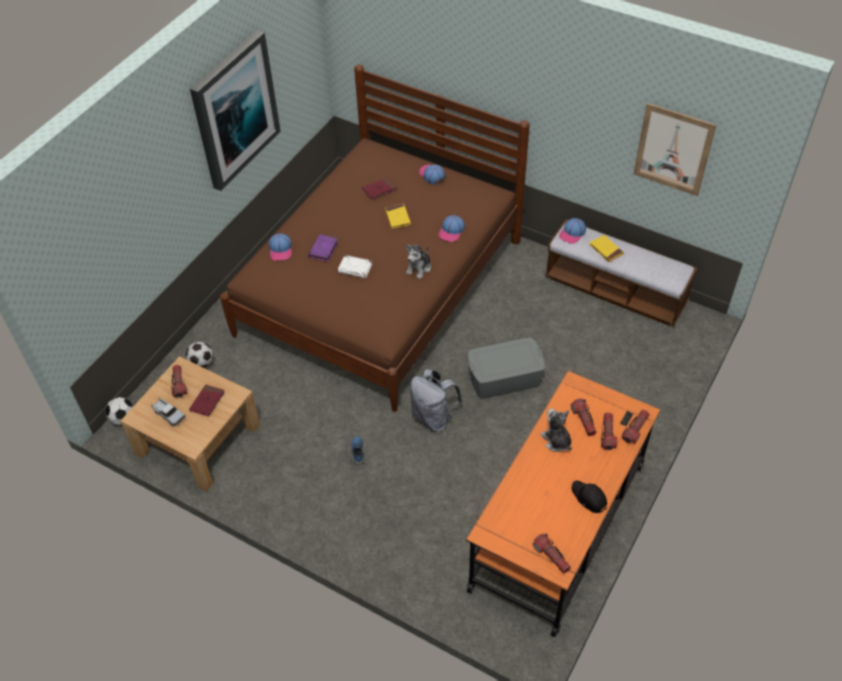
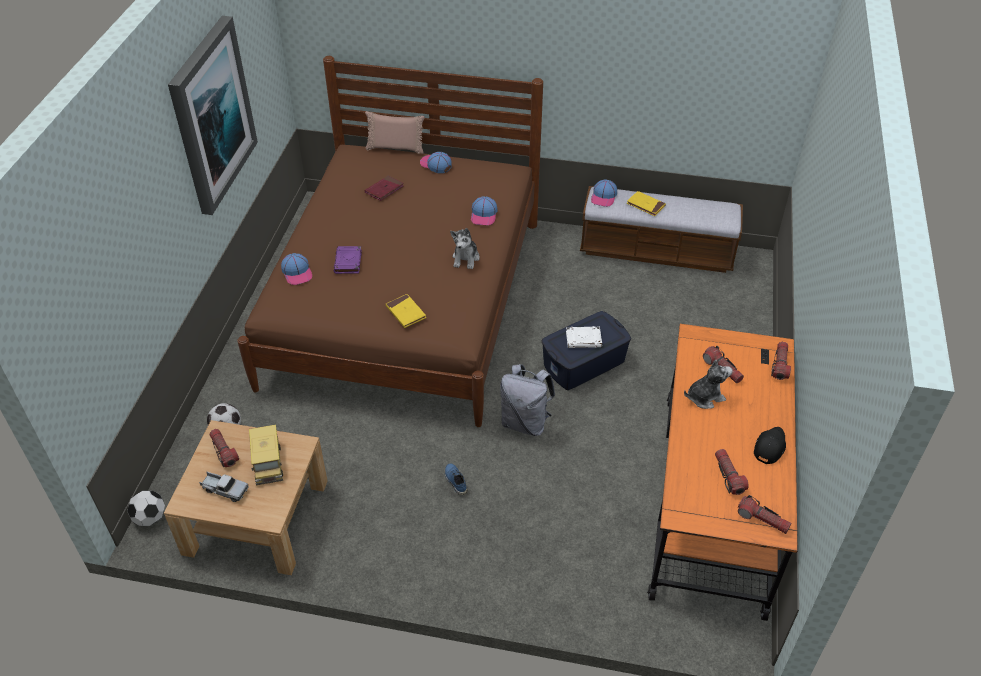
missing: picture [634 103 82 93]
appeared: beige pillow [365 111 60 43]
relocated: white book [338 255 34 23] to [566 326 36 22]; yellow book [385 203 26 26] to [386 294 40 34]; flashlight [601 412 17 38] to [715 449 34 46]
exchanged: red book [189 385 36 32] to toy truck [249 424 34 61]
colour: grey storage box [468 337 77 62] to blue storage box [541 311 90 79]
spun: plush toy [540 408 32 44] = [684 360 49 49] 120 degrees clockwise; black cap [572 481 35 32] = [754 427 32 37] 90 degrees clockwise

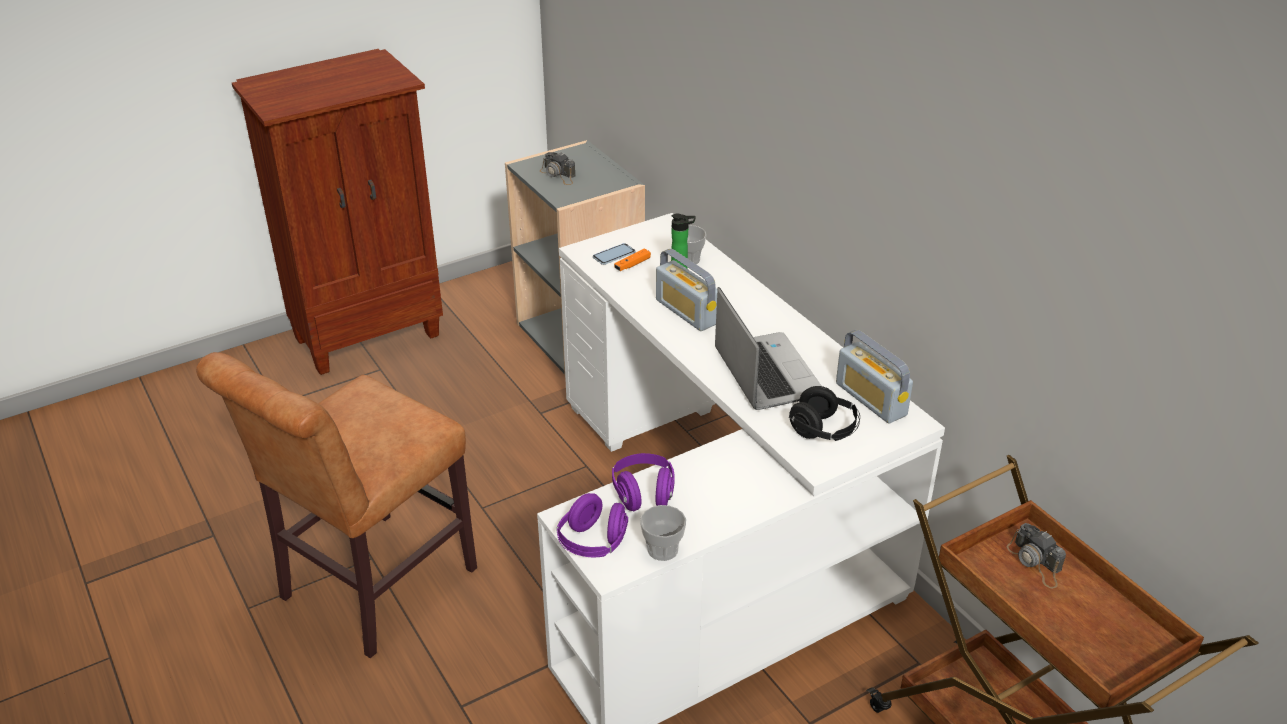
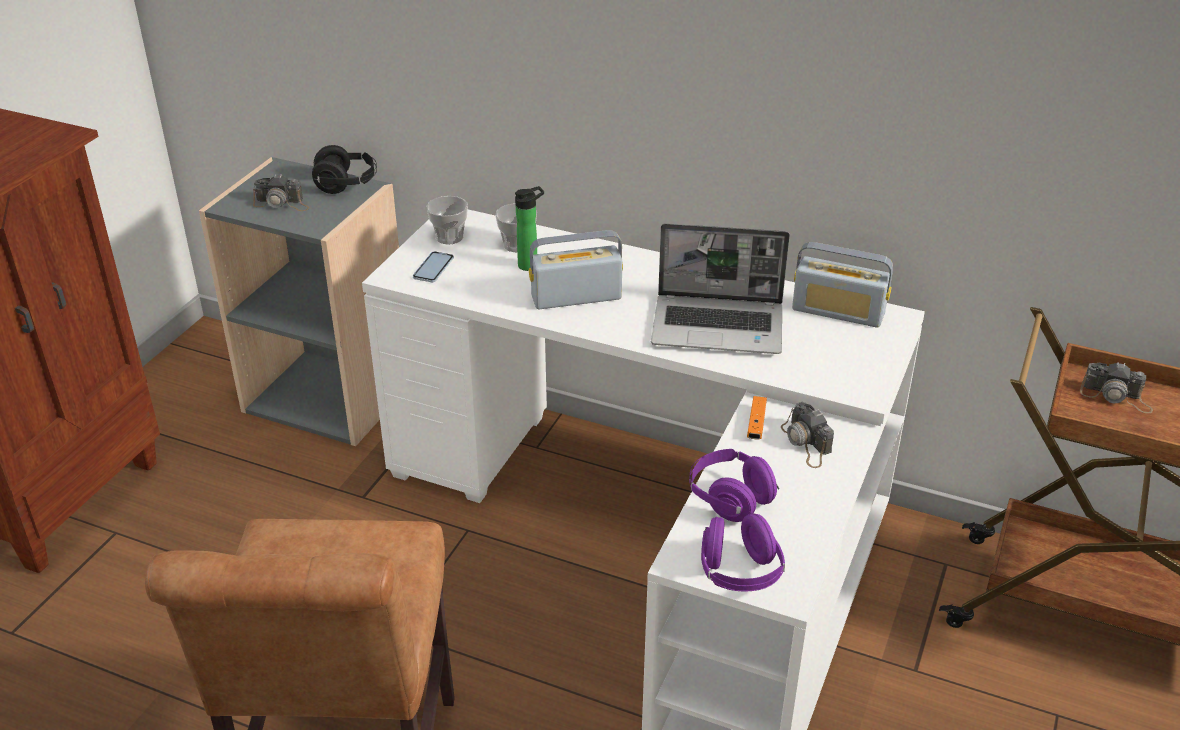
appeared: photo camera [781 402 53 66]
relocated: orange game controller [614 249 37 22] to [747 396 20 44]; cup [640 505 46 56] to [427 196 41 49]; black headphones [789 386 71 55] to [312 145 65 49]
spun: radio [656 249 62 82] = [529 230 94 79] 150 degrees clockwise; laptop [715 287 106 123] = [651 223 139 131] 150 degrees clockwise

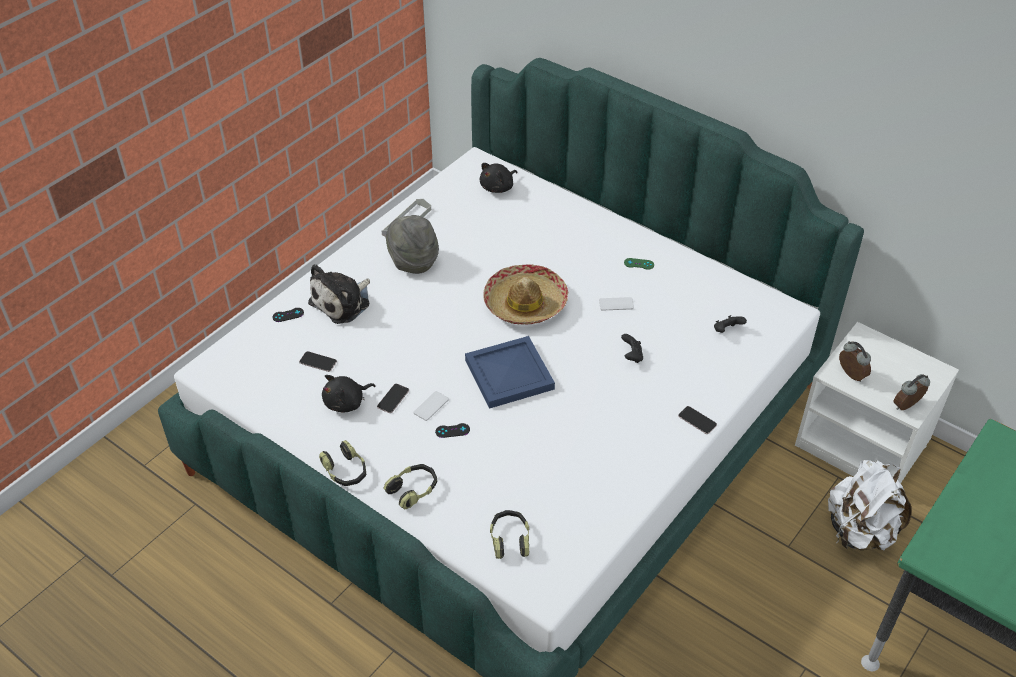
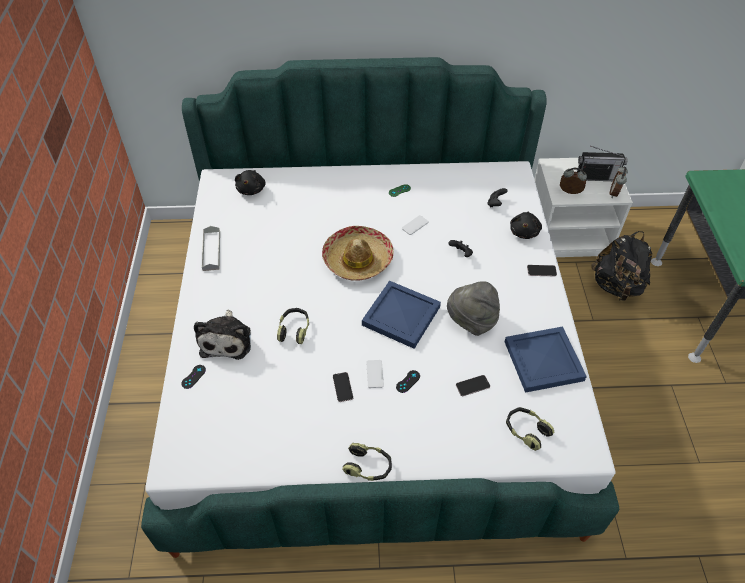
appeared: blue tray [505 326 82 67]; radio [577 146 50 35]
relocated: phone [299 351 38 21] to [456 375 34 21]; black plush toy [322 375 53 38] to [510 211 32 28]; headphones [383 464 54 46] to [277 308 32 36]; grey hat [386 215 53 59] to [447 281 53 55]
colour: white backpack [828 460 84 90] to black backpack [591 231 62 70]

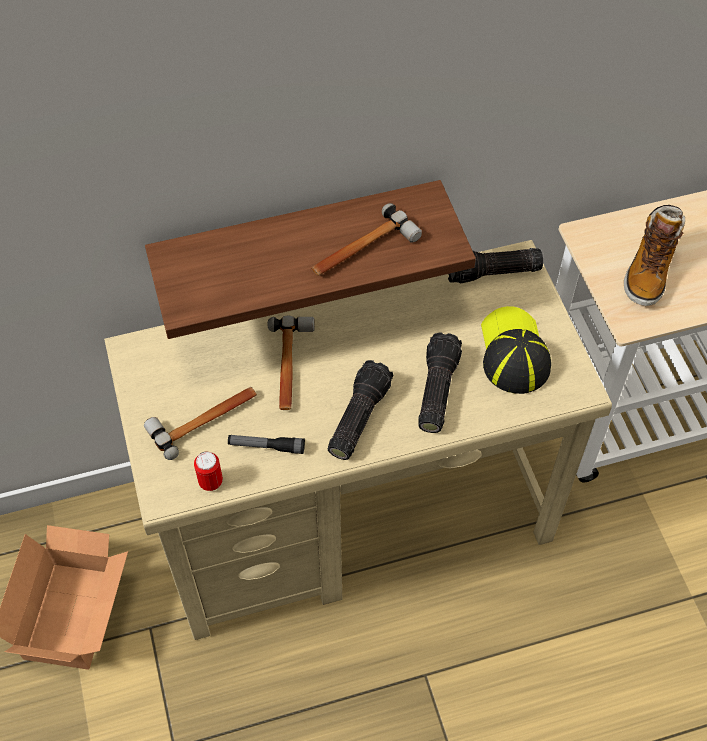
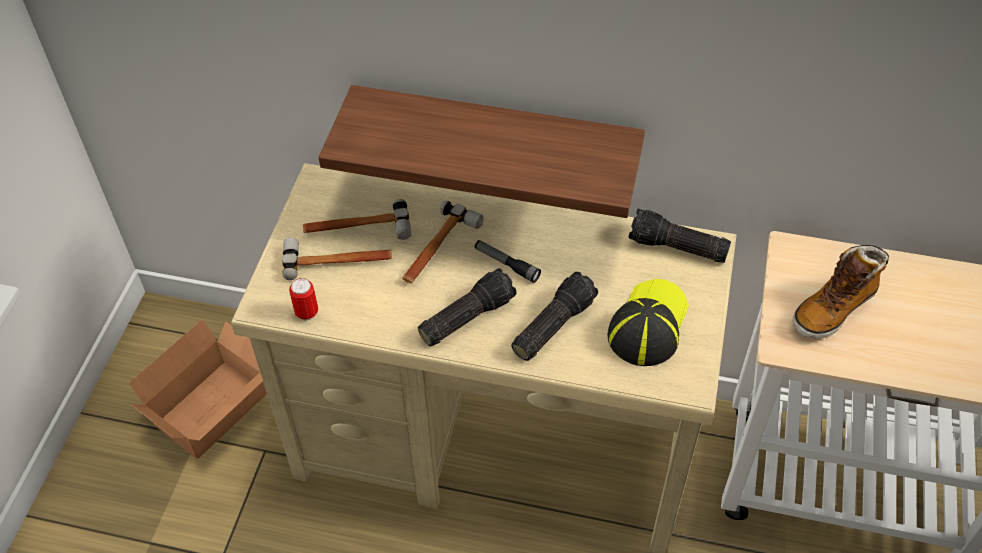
relocated: flashlight [228 435 77 19] to [475 240 66 43]; hammer [311 203 111 73] to [303 199 108 41]

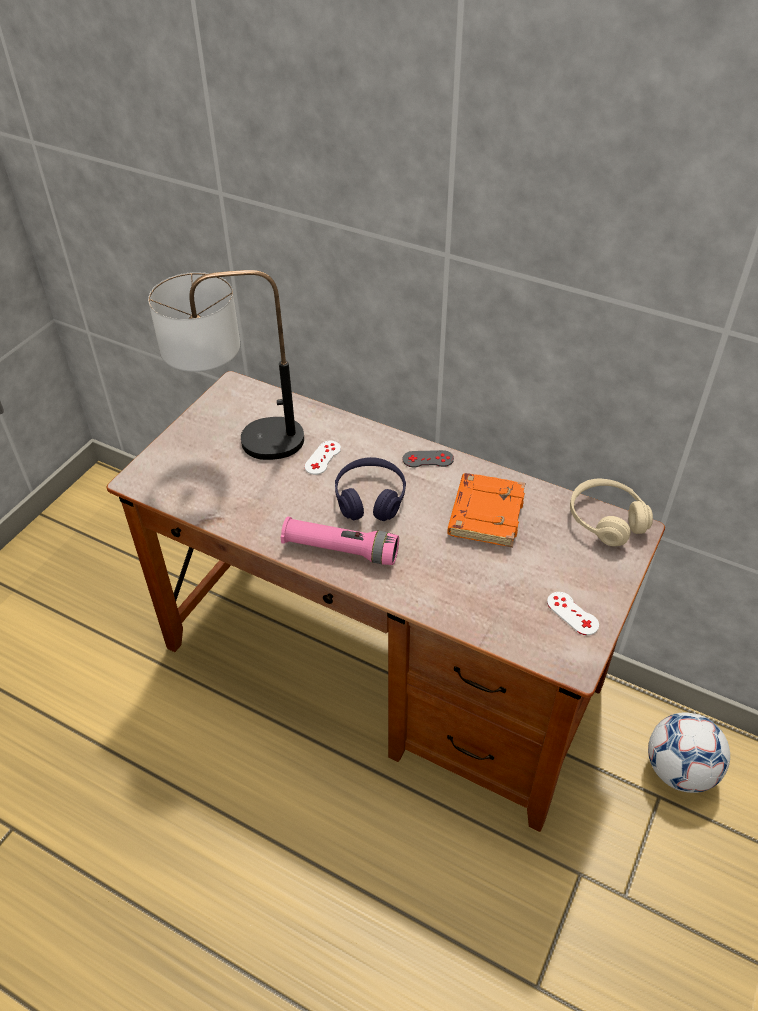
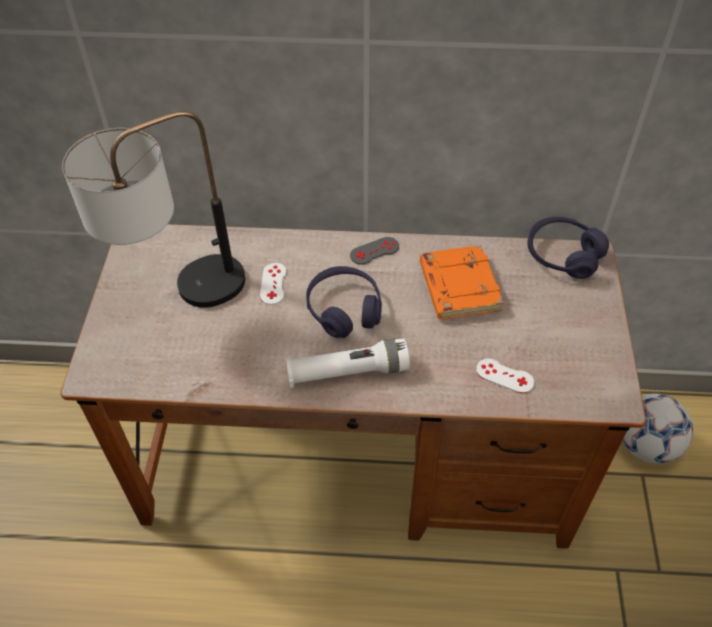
relocated: white game controller [547 592 52 43] to [476 359 58 34]
colour: pink flashlight [280 516 119 49] to white flashlight [286 338 124 50]; beige headphones [570 479 83 67] to purple headphones [527 217 82 62]

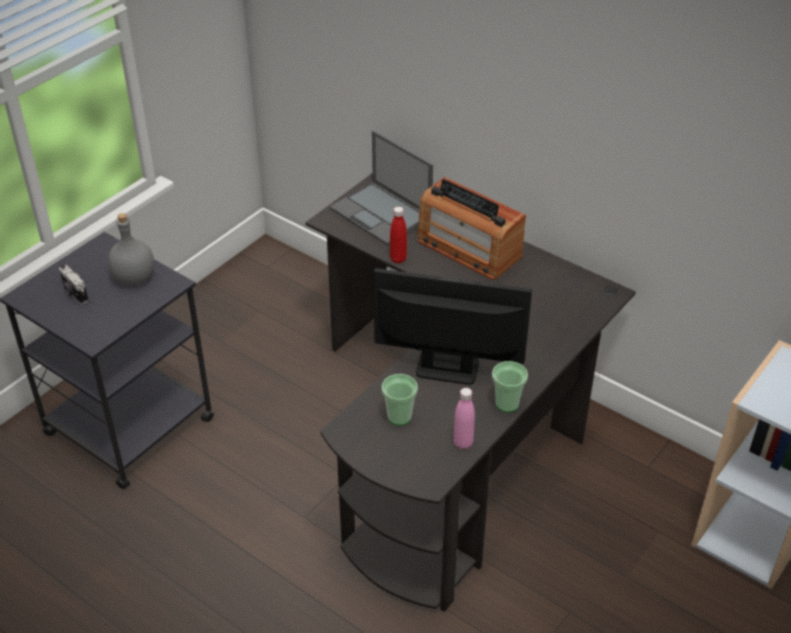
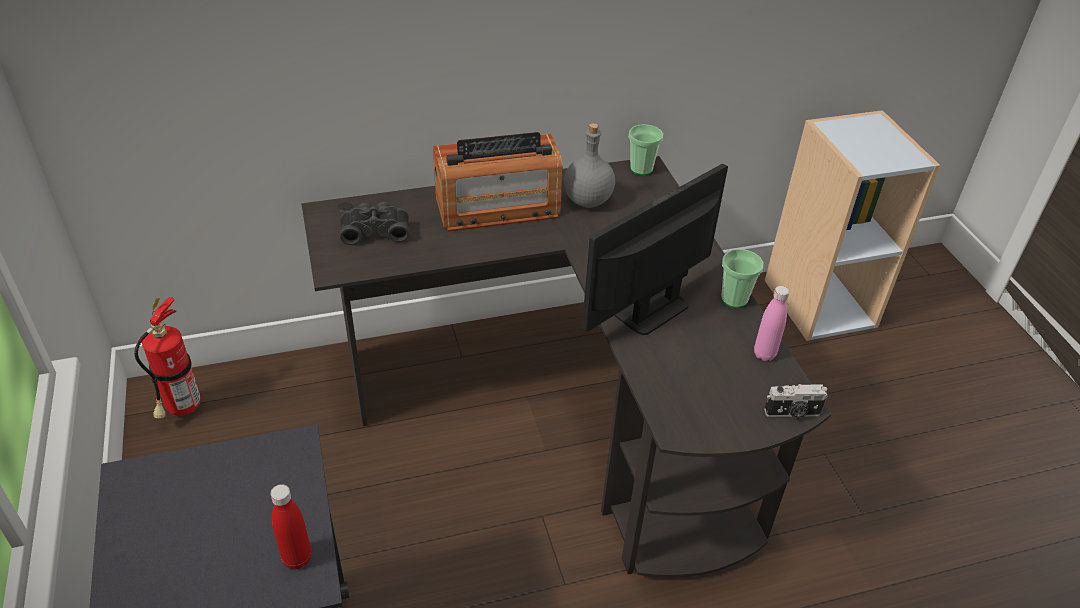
appeared: fire extinguisher [134 297 67 122]
relocated: photo camera [59 265 30 39] to [764 384 64 34]; grey bottle [108 213 46 72] to [564 123 51 85]; cup [382 374 36 51] to [629 124 34 51]; red bottle [390 207 17 57] to [270 484 41 85]
exchanged: laptop [330 130 103 115] to black binoculars [340 202 69 43]

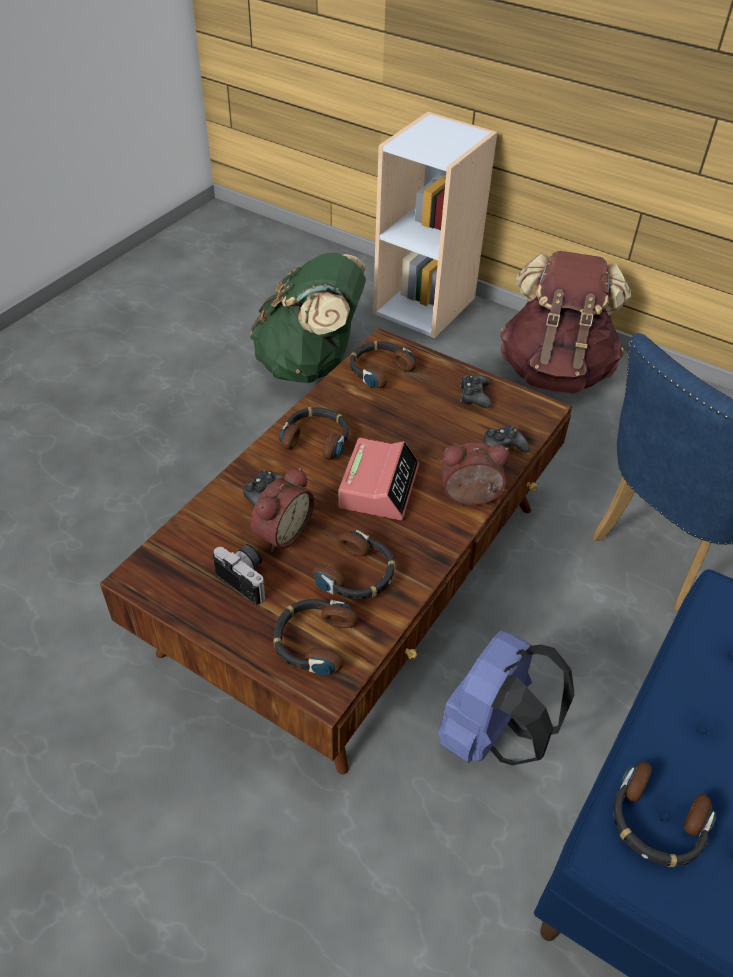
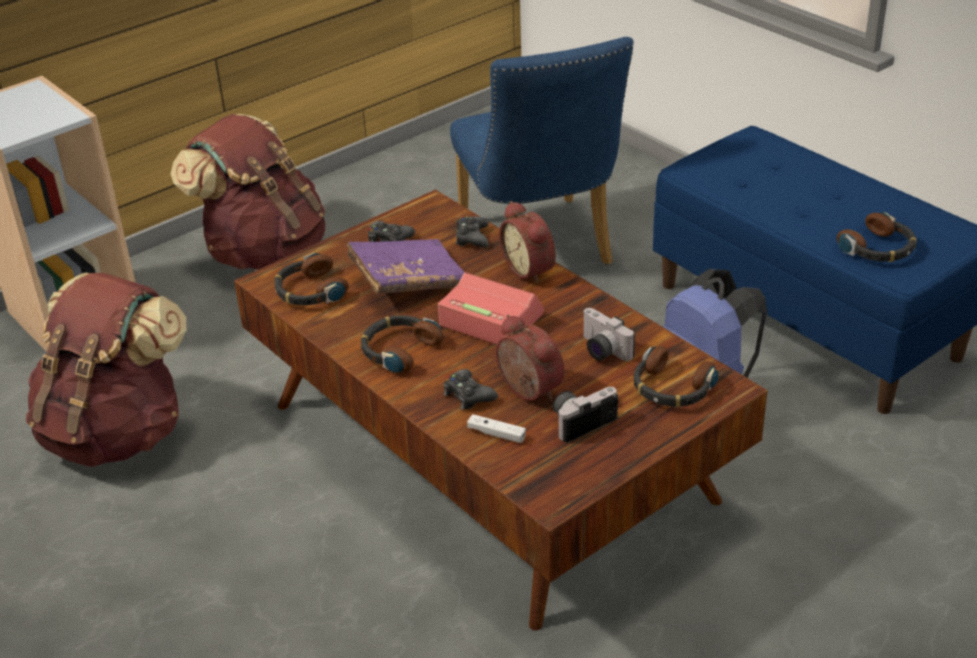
appeared: purple book [347 239 118 55]; white game controller [467 414 59 29]
exchanged: headphones [312 530 83 70] to photo camera [583 308 52 53]
colour: green backpack [250 253 116 130] to brown backpack [26 272 160 195]
spun: alarm clock [441 443 68 63] = [499 201 57 83] 45 degrees counterclockwise

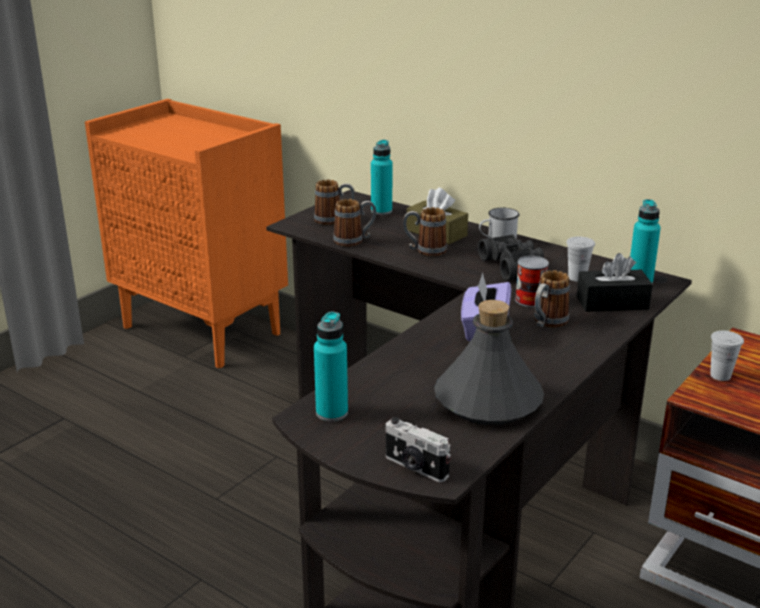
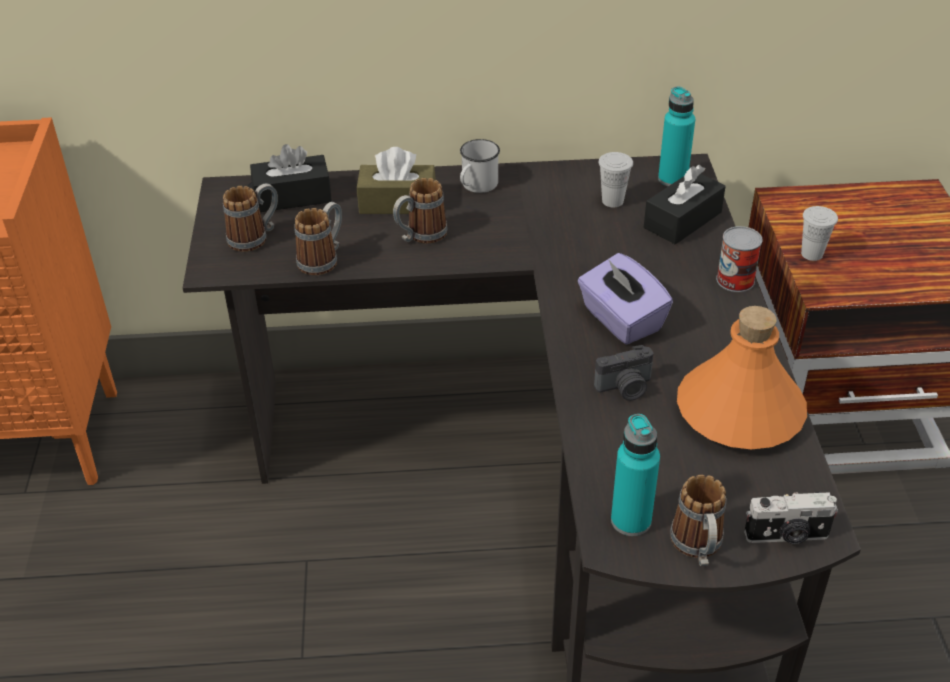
missing: black binoculars [478 234 66 47]
appeared: photo camera [594 345 60 56]
relocated: can [515 256 34 51] to [716 226 47 66]; mug [534 270 36 57] to [670 474 56 92]
exchanged: turquoise bottle [371 140 22 75] to black tissue box [250 144 82 68]
colour: grey bottle [434 300 110 125] to orange bottle [677 306 130 144]

